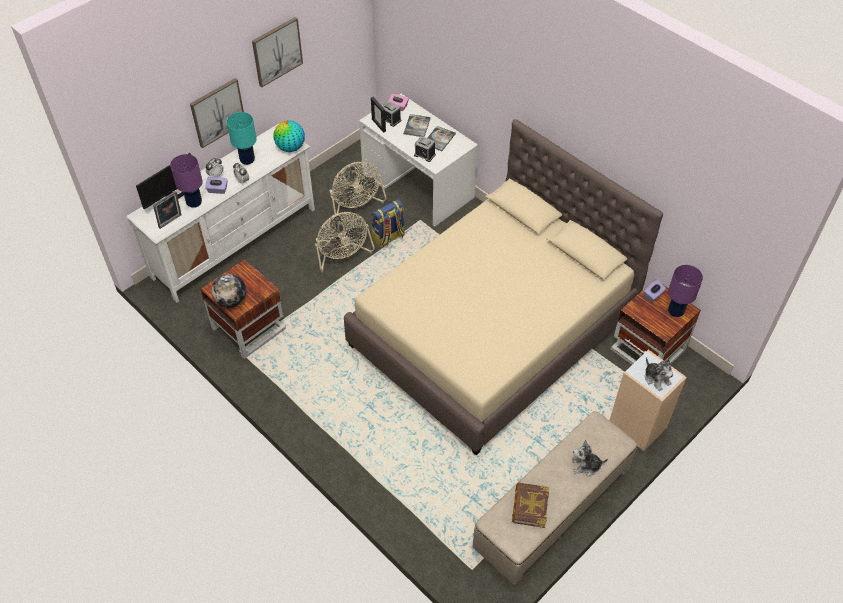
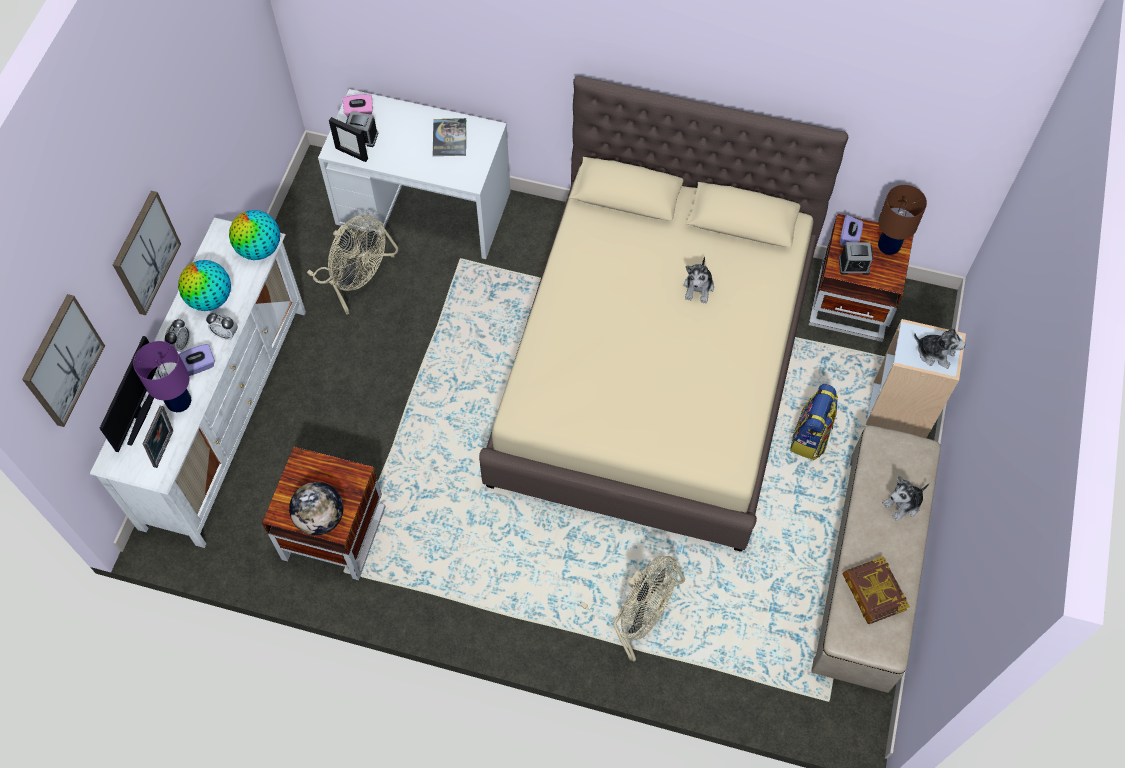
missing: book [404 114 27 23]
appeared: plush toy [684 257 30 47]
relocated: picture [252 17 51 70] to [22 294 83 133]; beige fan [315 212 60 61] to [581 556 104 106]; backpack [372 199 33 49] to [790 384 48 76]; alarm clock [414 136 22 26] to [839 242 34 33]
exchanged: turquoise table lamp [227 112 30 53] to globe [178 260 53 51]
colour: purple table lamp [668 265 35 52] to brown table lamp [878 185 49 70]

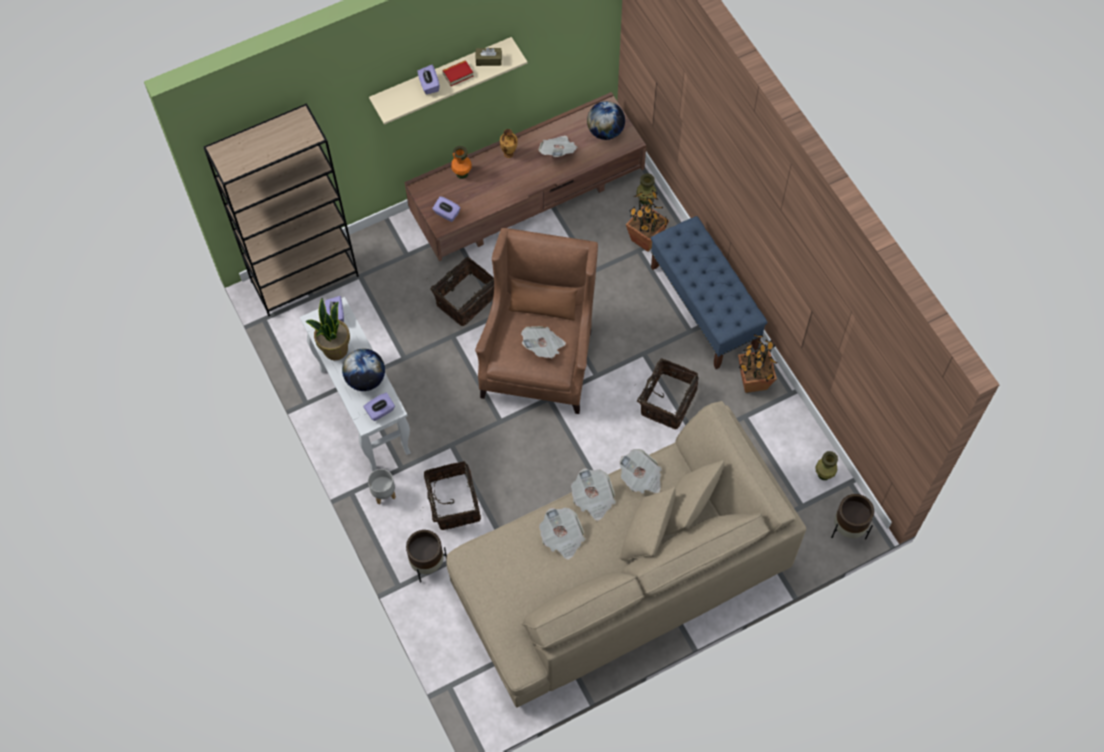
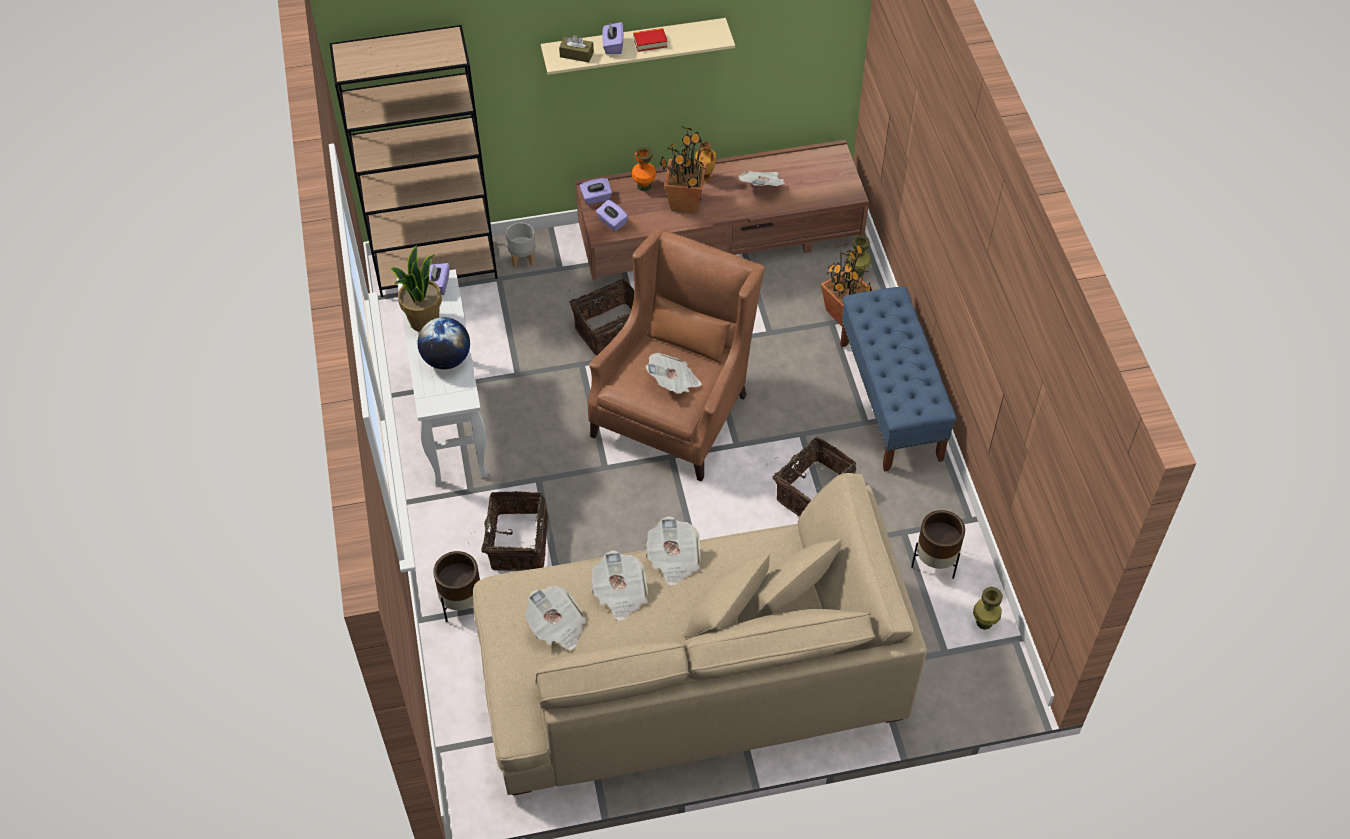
missing: globe [587 101 38 39]
relocated: purple tissue box [364 393 31 28] to [579 178 33 27]; grey planter [368 469 28 36] to [506 223 29 44]; brown tissue box [475 48 27 18] to [559 35 35 28]; newspaper [620 449 42 45] to [525 586 61 64]; potted plant [738 334 40 59] to [660 126 47 86]; brown planter [831 494 43 45] to [911 510 54 69]

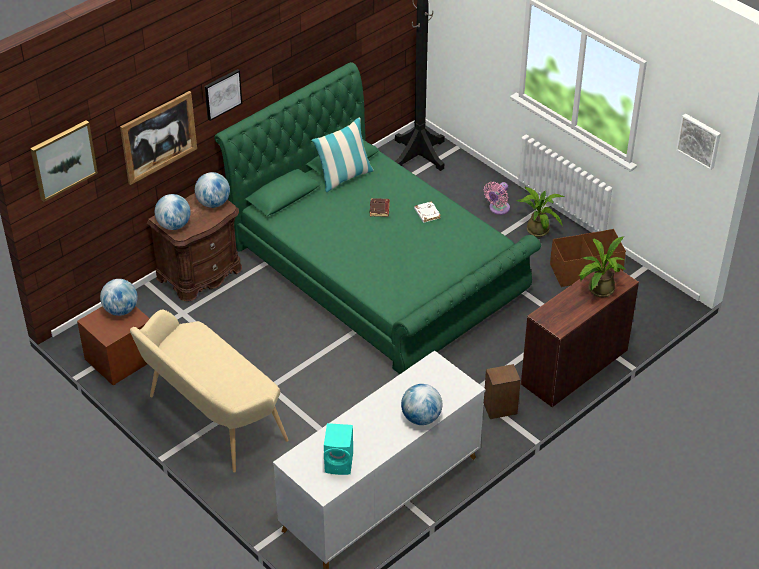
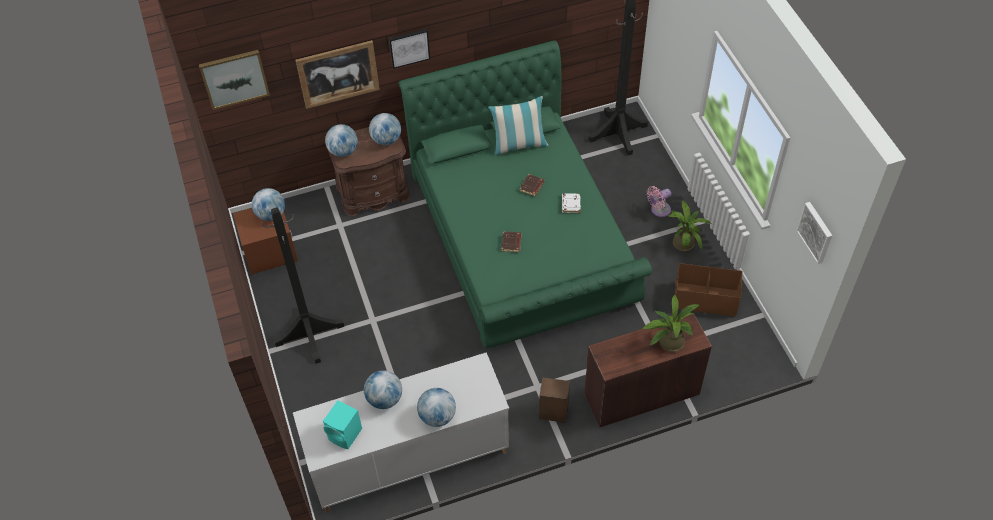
appeared: globe [364 370 38 39]; brown book [501 231 21 21]
exchanged: beige bench [130 310 159 163] to black clothes rack [261 207 83 157]

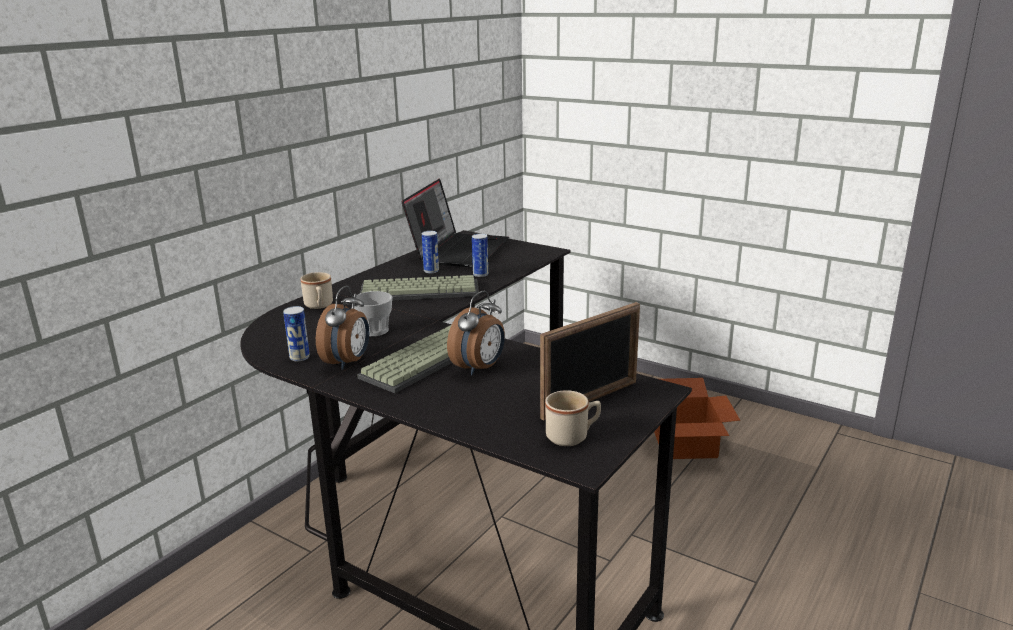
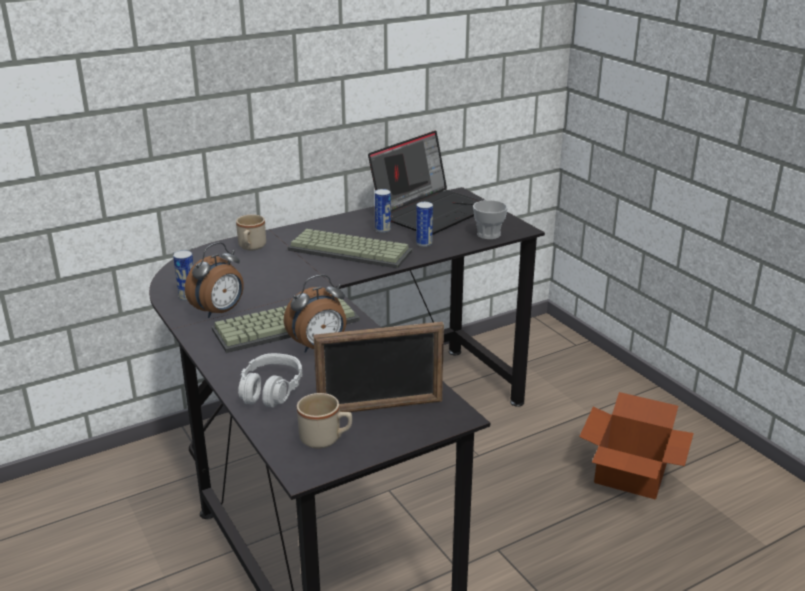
appeared: grey headphones [238 353 64 54]
relocated: cup [354 291 38 46] to [473 200 35 39]

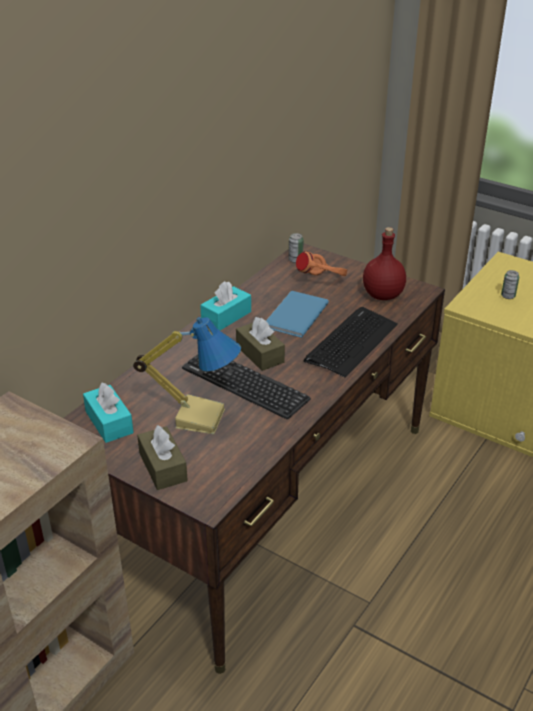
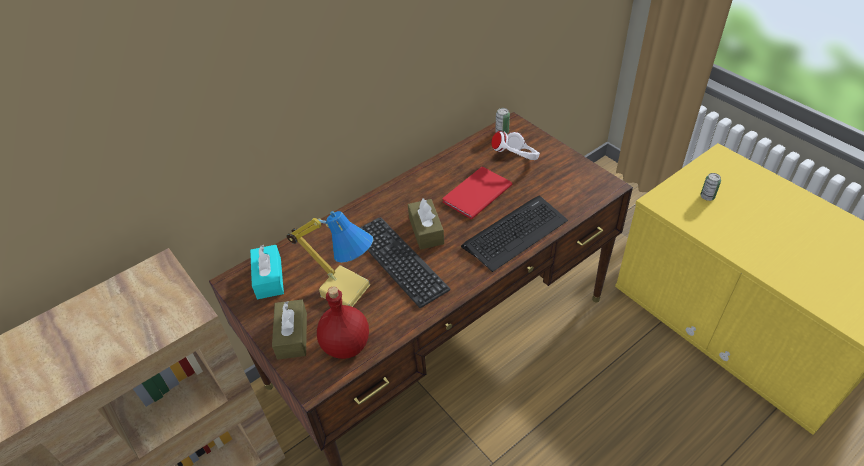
missing: turquoise tissue box [200 281 51 49]
relocated: red bottle [363 227 43 73] to [317 286 52 73]
colour: blue book [266 291 63 47] to red book [443 167 69 52]; orange headphones [296 251 51 25] to white headphones [492 131 48 29]

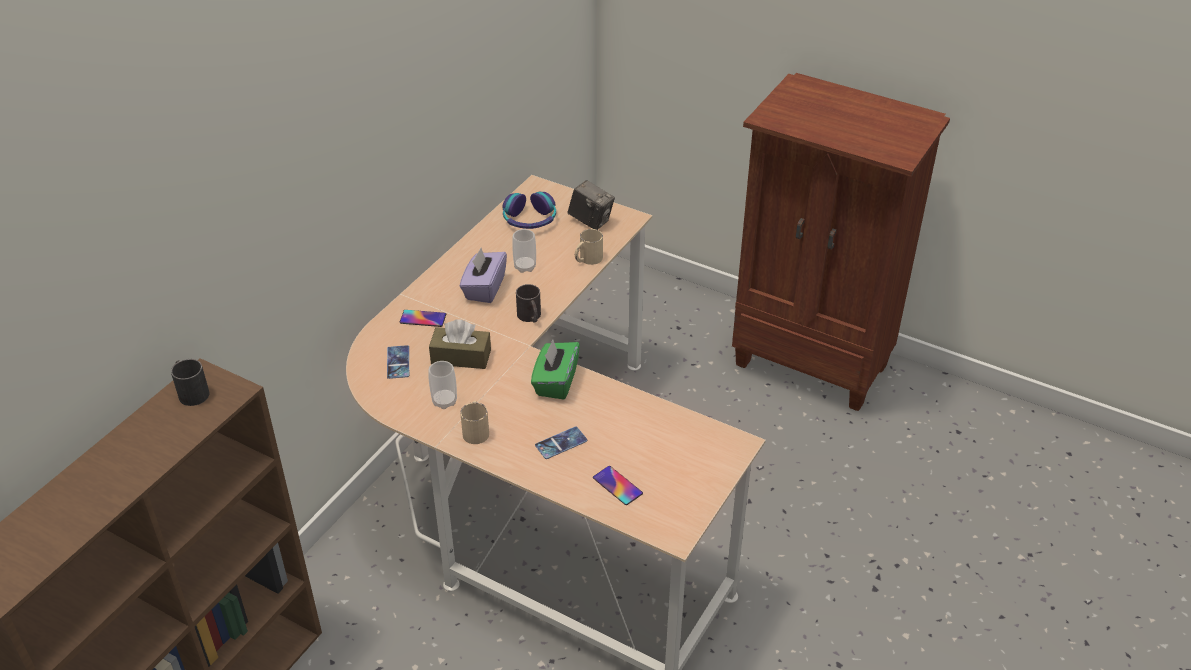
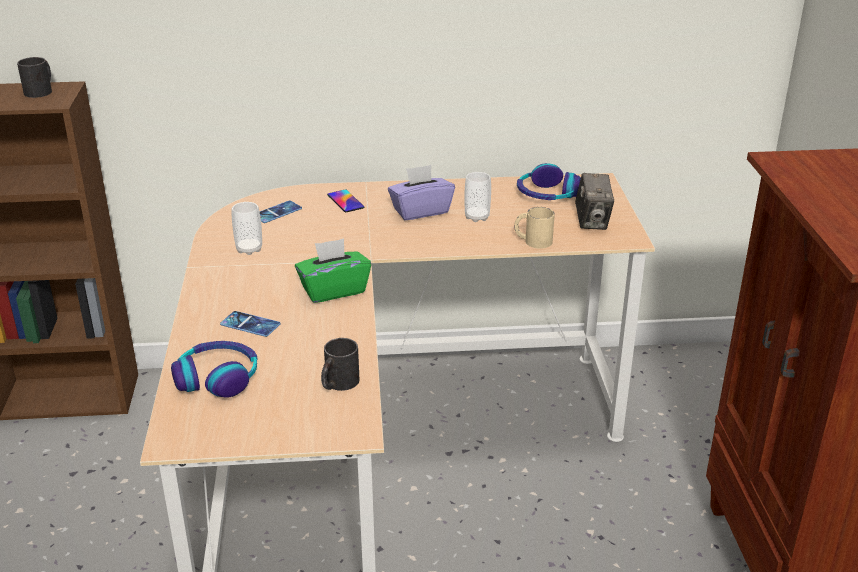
missing: brown tissue box [429 319 62 50]; beige mug [460 401 29 43]
relocated: black mug [516 284 25 39] to [321 338 39 53]
exchanged: phone [593 466 50 39] to headphones [171 341 86 57]

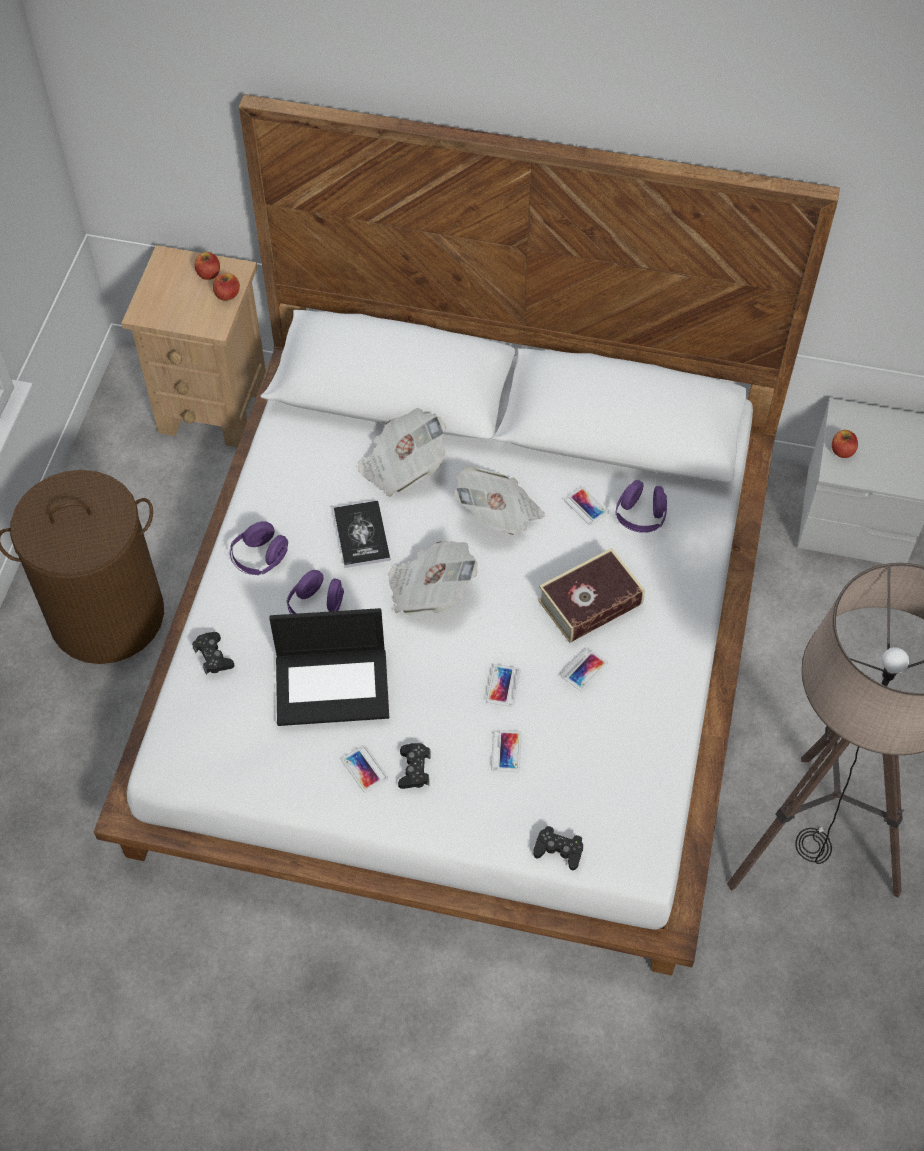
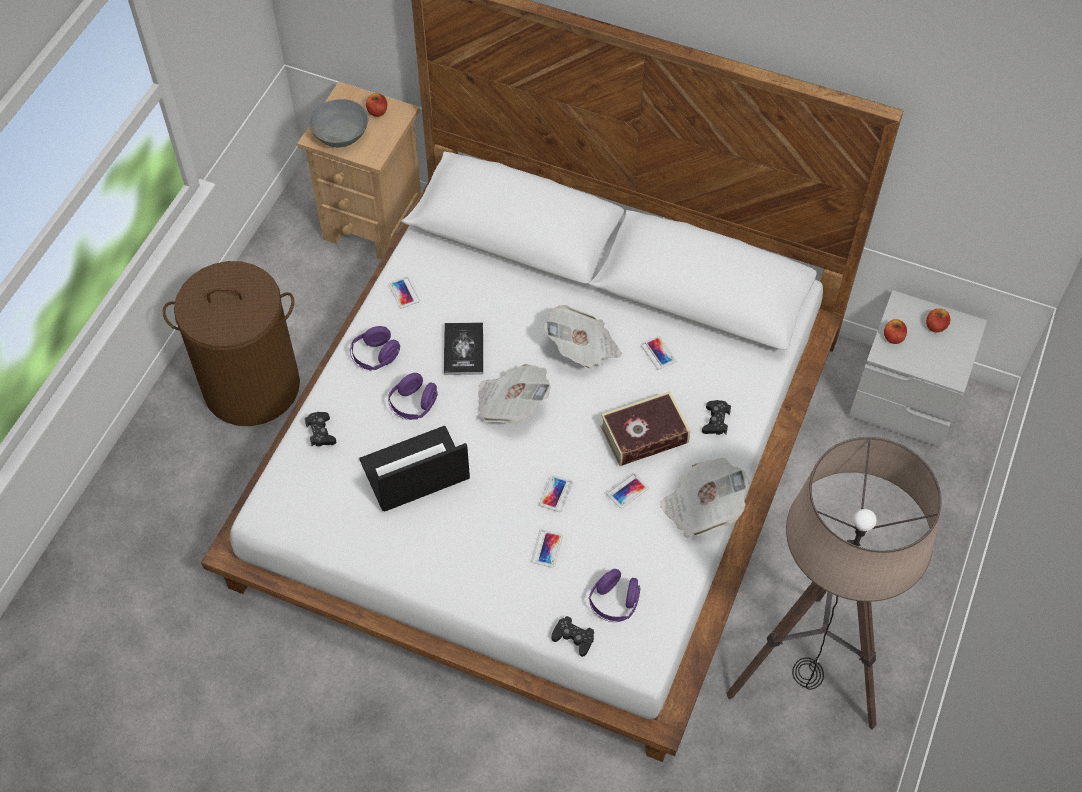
appeared: grey bowl [309 99 59 48]
relocated: apple [213 273 27 28] to [926 309 24 24]; phone [341 745 47 48] to [388 276 32 32]; newspaper [358 408 88 89] to [660 457 89 81]; black game controller [398 743 33 46] to [702 400 29 35]; purple headphones [615 480 52 53] to [589 569 52 53]
spun: laptop [269 608 120 118] = [359 426 111 86] 150 degrees clockwise

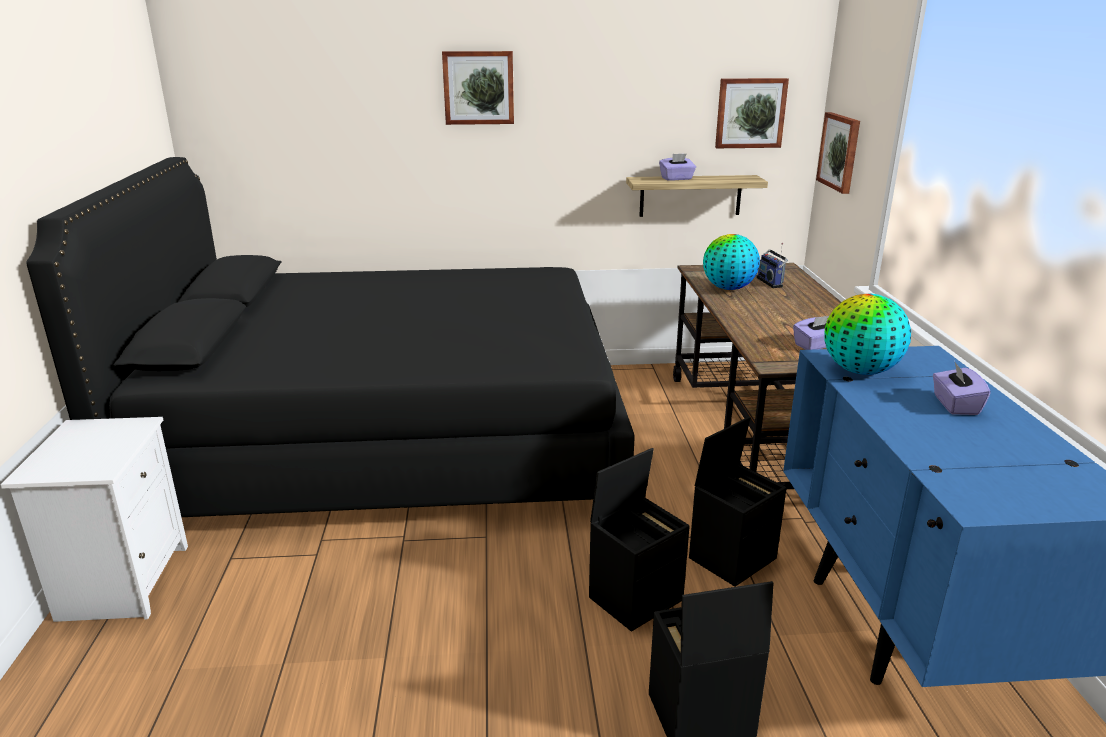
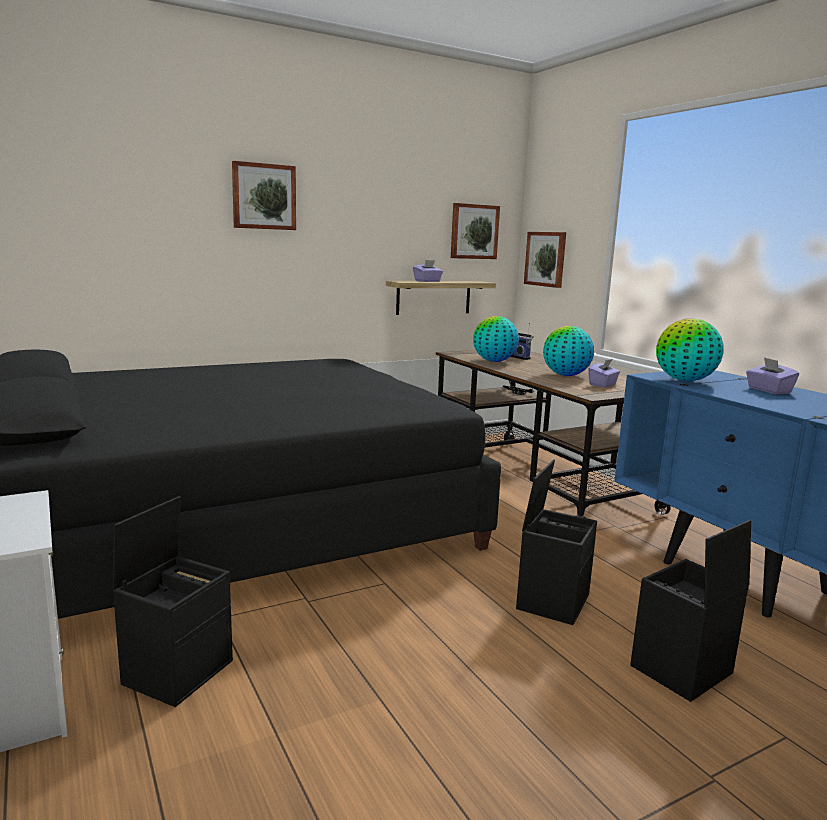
appeared: globe [543 326 51 50]
relocated: black storage box [689 417 98 170] to [112 496 121 211]

